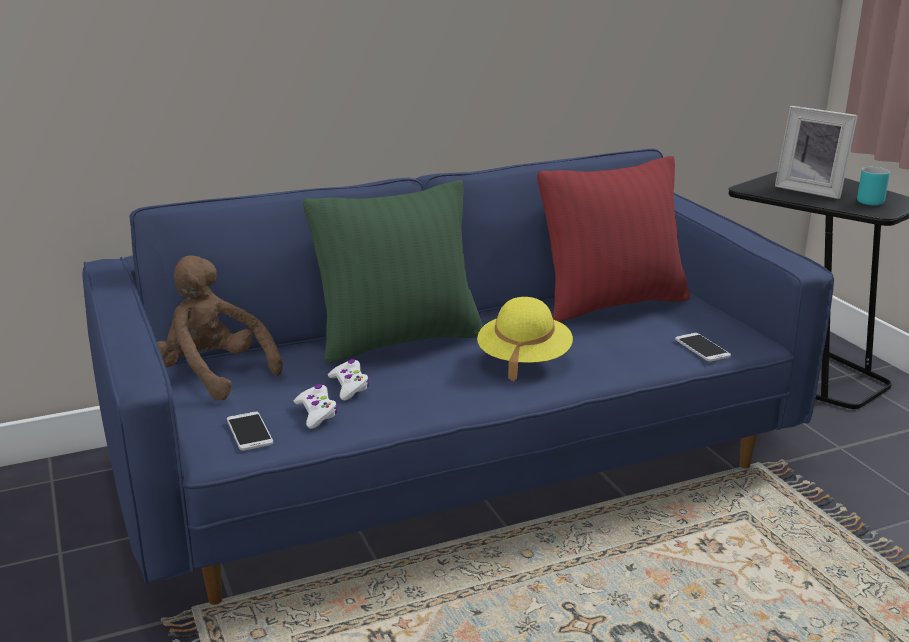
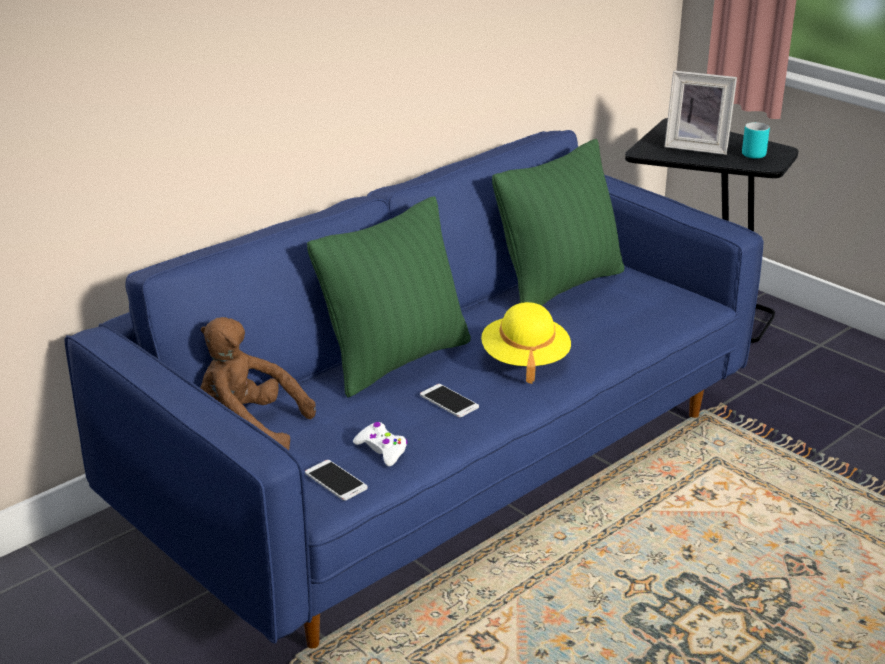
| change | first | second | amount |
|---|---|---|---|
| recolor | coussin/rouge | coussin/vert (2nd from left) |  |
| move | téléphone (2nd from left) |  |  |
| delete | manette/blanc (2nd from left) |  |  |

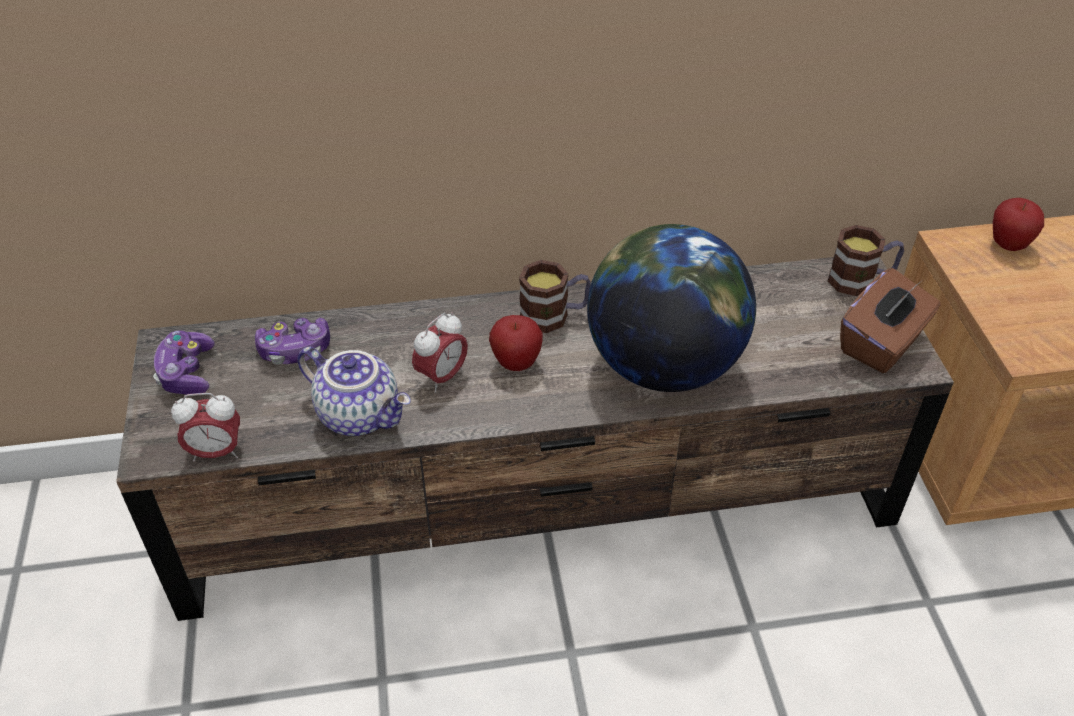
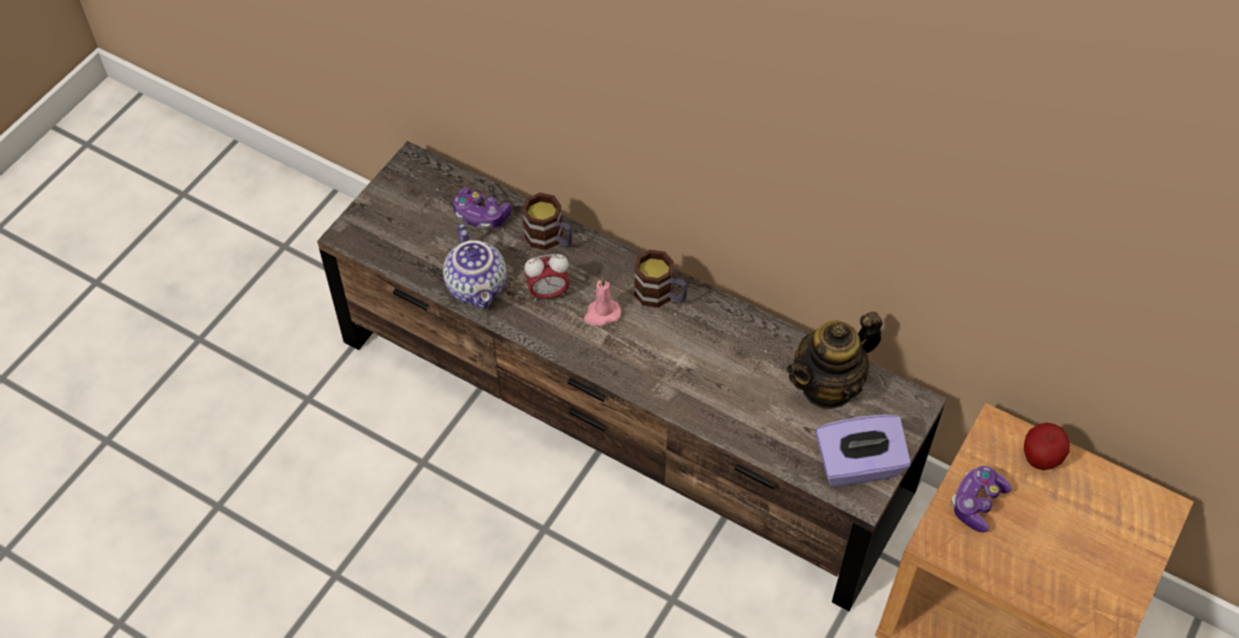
| change | first | second | amount |
|---|---|---|---|
| delete | globe |  |  |
| move | mug (2nd from left in the first image) | mug (1st from left) |  |
| recolor | boîte à mouchoirs/marron | boîte à mouchoirs/violet |  |
| replace | pomme (1st from left) | bougie/rose |  |
| move | manette (1st from left in the first image) | manette (2nd from left) |  |
| delete | réveil (1st from left) |  |  |
| insert |  | théière (2nd from left) |  |

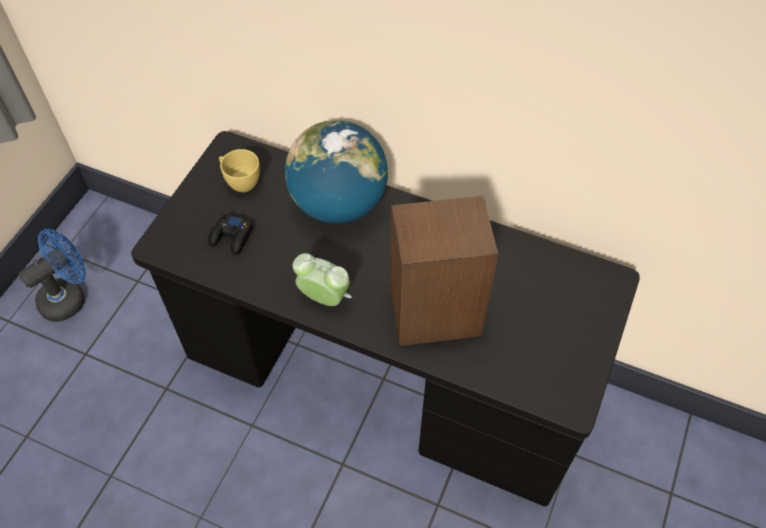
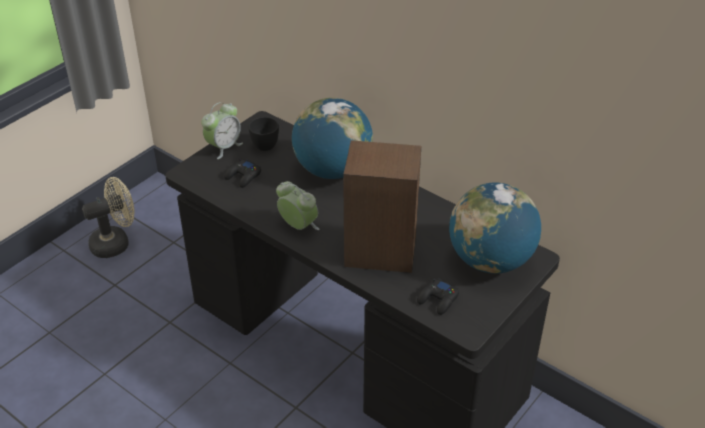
| change | first | second | amount |
|---|---|---|---|
| recolor | tasse/jaune | tasse/noir |  |
| recolor | ventilateur/bleu | ventilateur/beige |  |
| insert |  | réveil (1st from left) |  |
| insert |  | globe (2nd from left) |  |
| insert |  | manette/noir (2nd from left) |  |

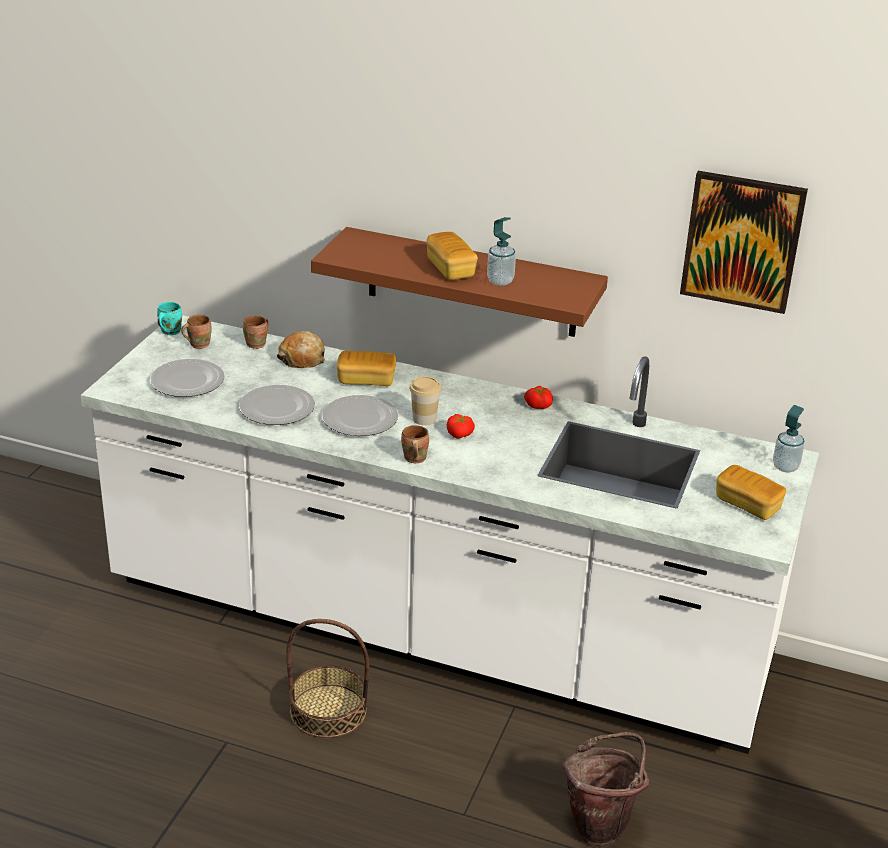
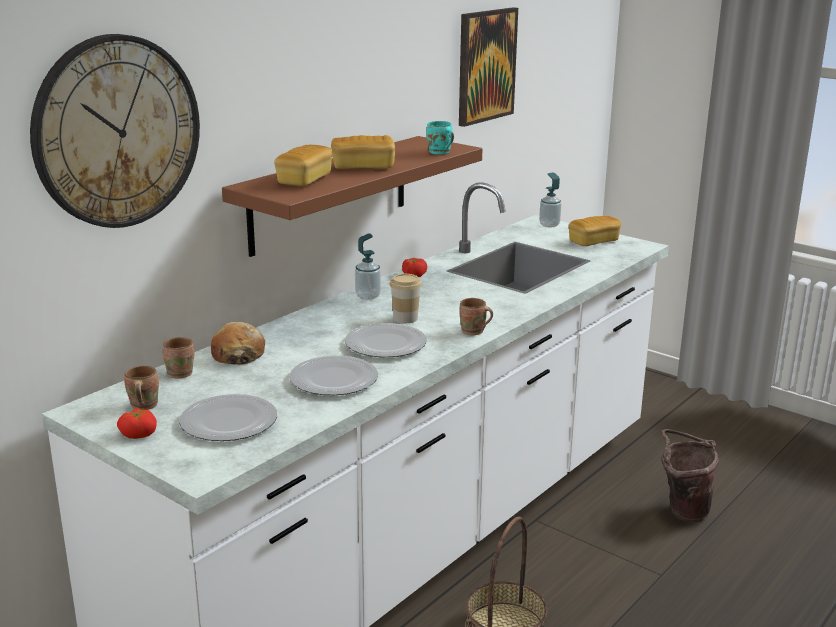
| change | first | second | amount |
|---|---|---|---|
| move | distributeur de savon (1st from left) |  |  |
| move | mug/turquoise |  |  |
| move | pain (2nd from left) |  |  |
| move | tomate (1st from left) |  |  |
| insert |  | horloge murale |  |

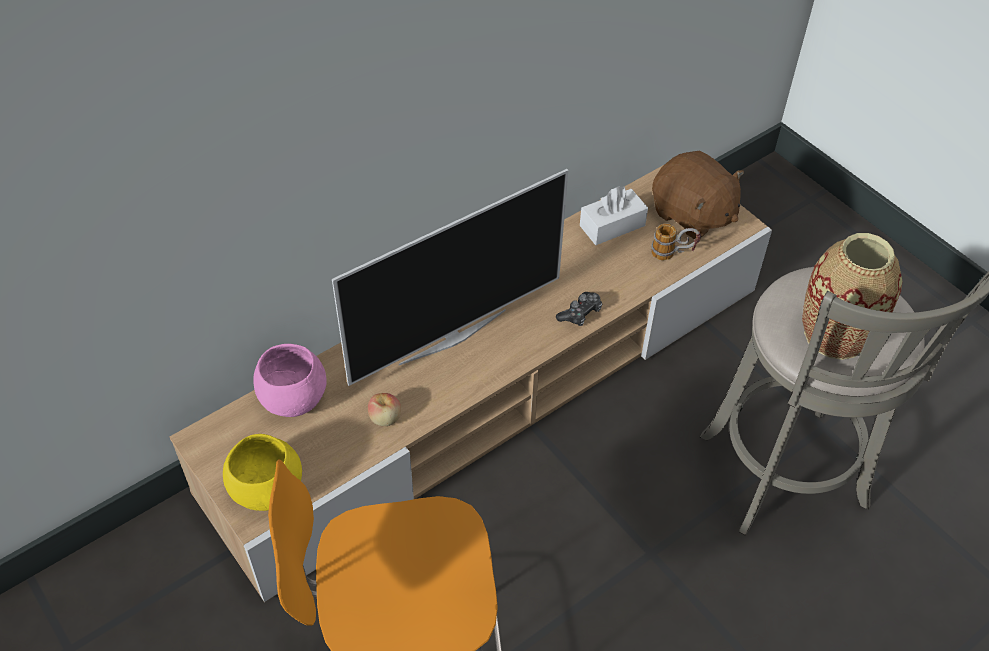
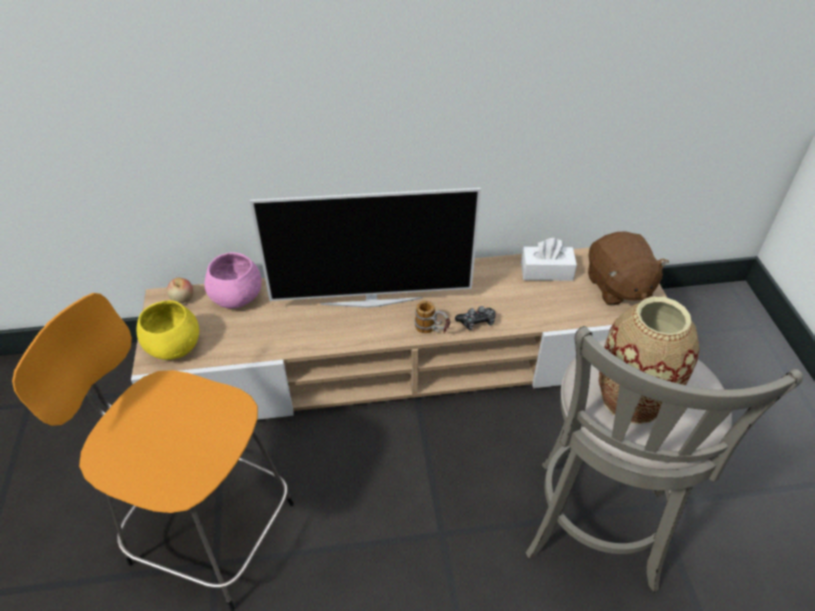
| change | first | second | amount |
|---|---|---|---|
| move | mug |  |  |
| move | pomme |  |  |

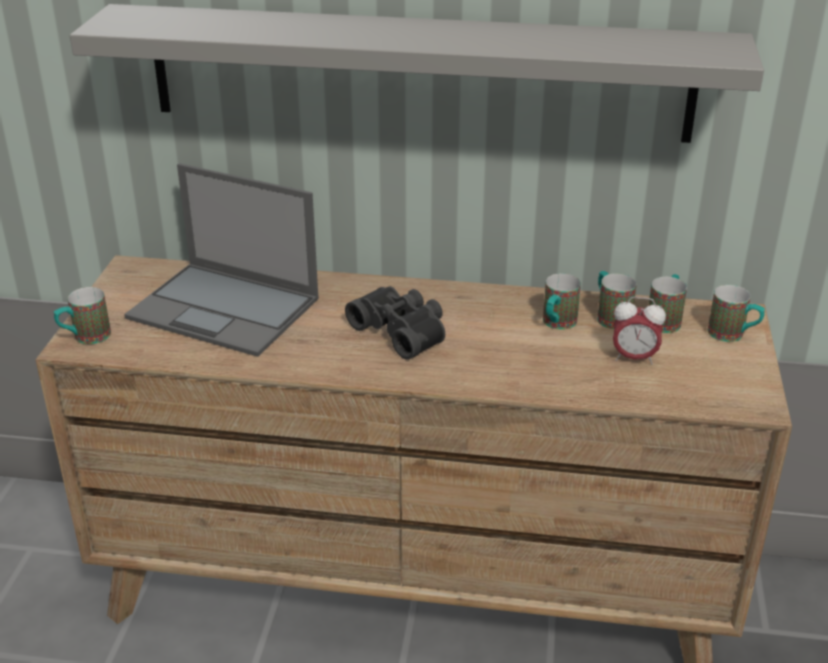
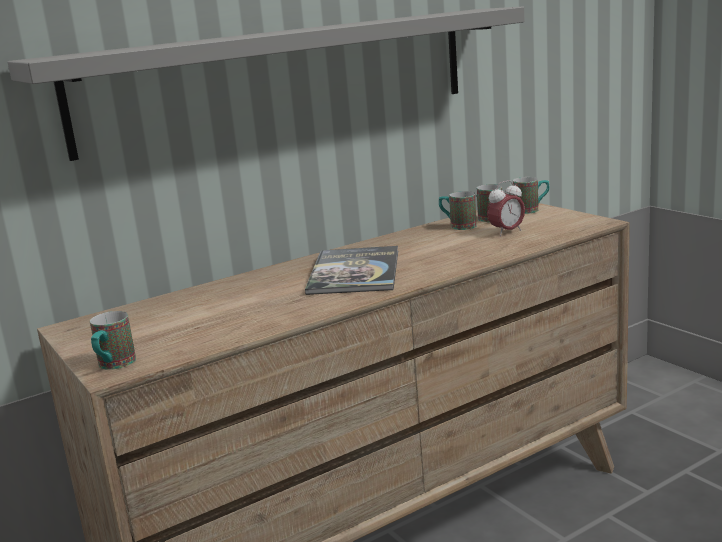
| change | first | second | amount |
|---|---|---|---|
| delete | ordinateur portable |  |  |
| delete | mug (2nd from left) |  |  |
| replace | jumelles/noir | livre |  |

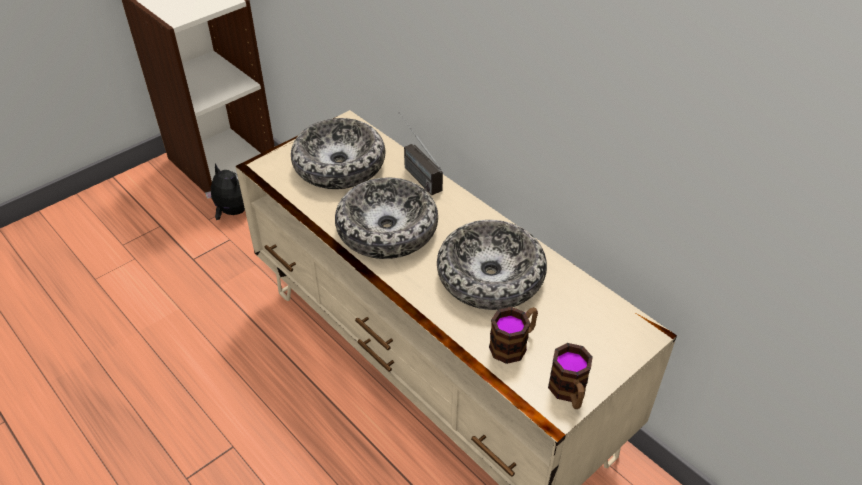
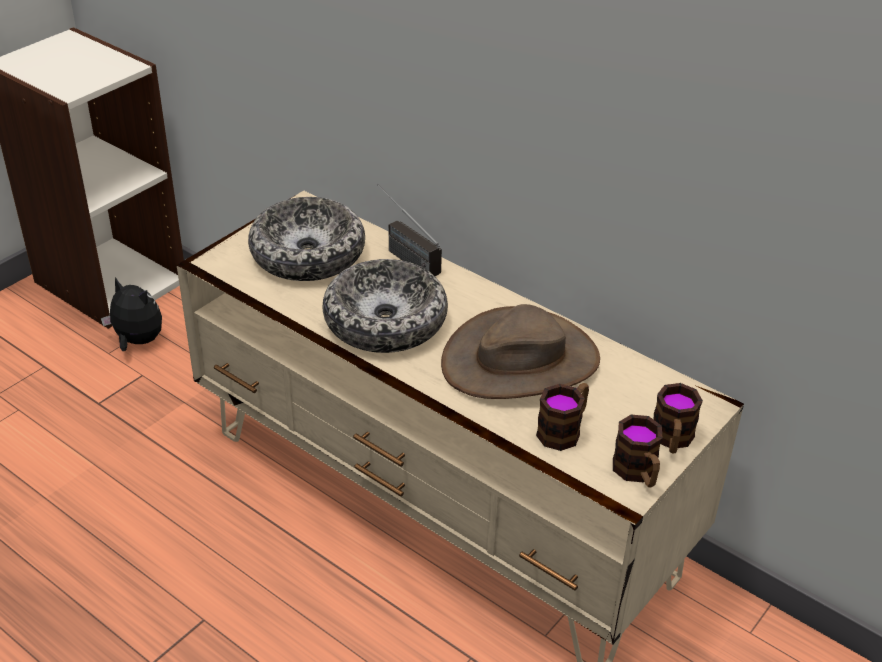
| change | first | second | amount |
|---|---|---|---|
| replace | bol (3rd from left) | chapeau/marron |  |
| insert |  | mug (3rd from left) |  |

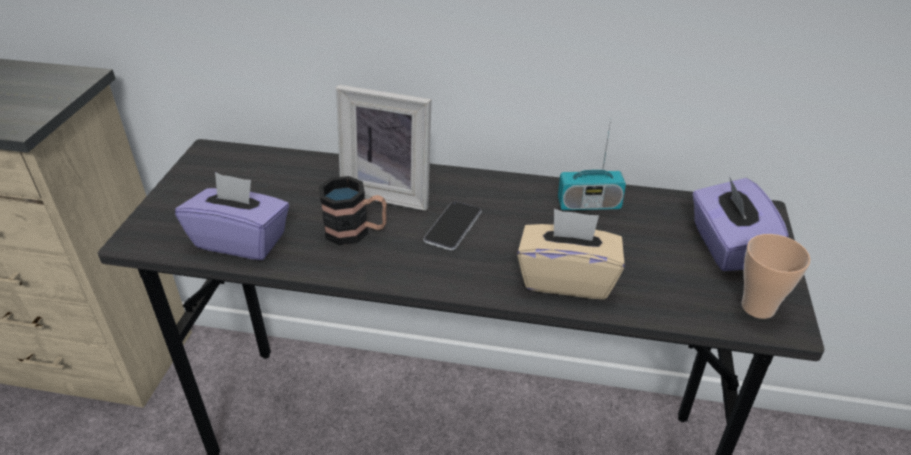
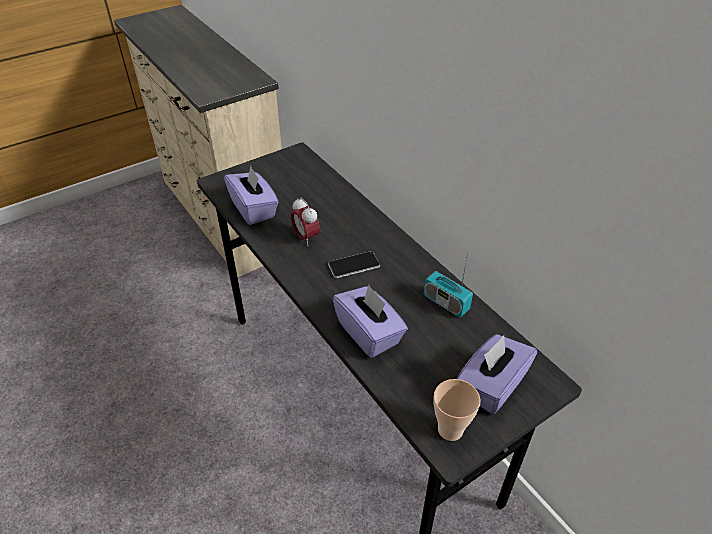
| change | first | second | amount |
|---|---|---|---|
| delete | cadre photo |  |  |
| replace | mug | réveil |  |
| recolor | boîte à mouchoirs/beige | boîte à mouchoirs/violet (2nd from left) |  |

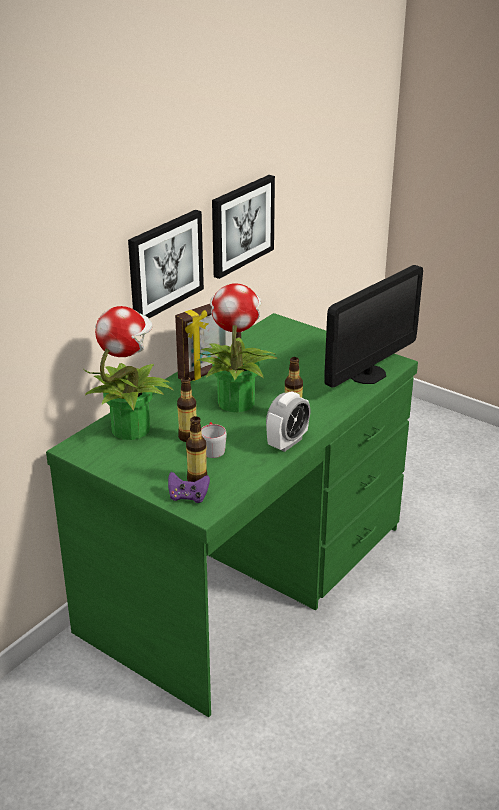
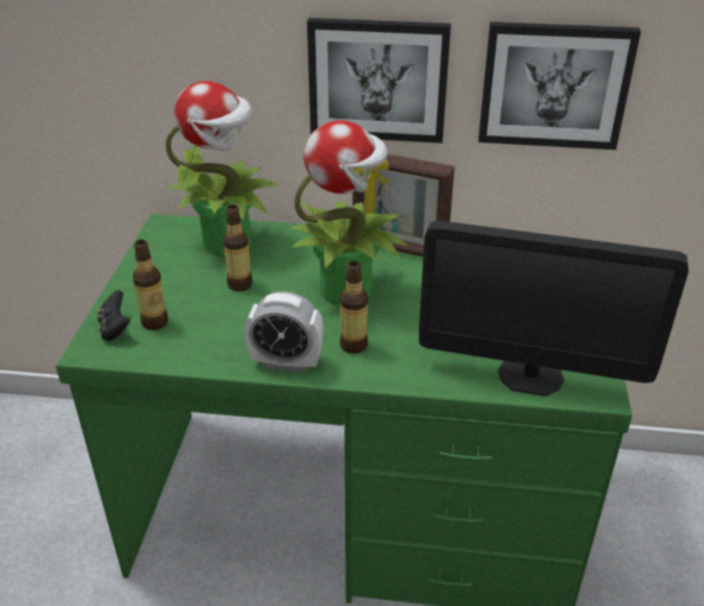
| change | first | second | amount |
|---|---|---|---|
| delete | mug/gris |  |  |
| recolor | manette/violet | manette/noir |  |

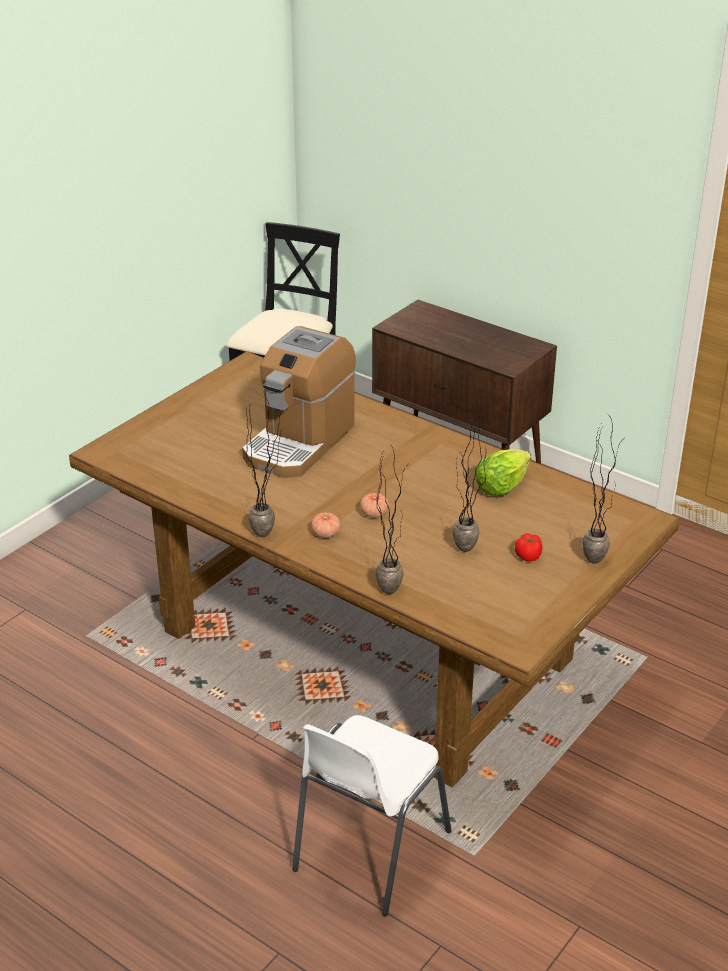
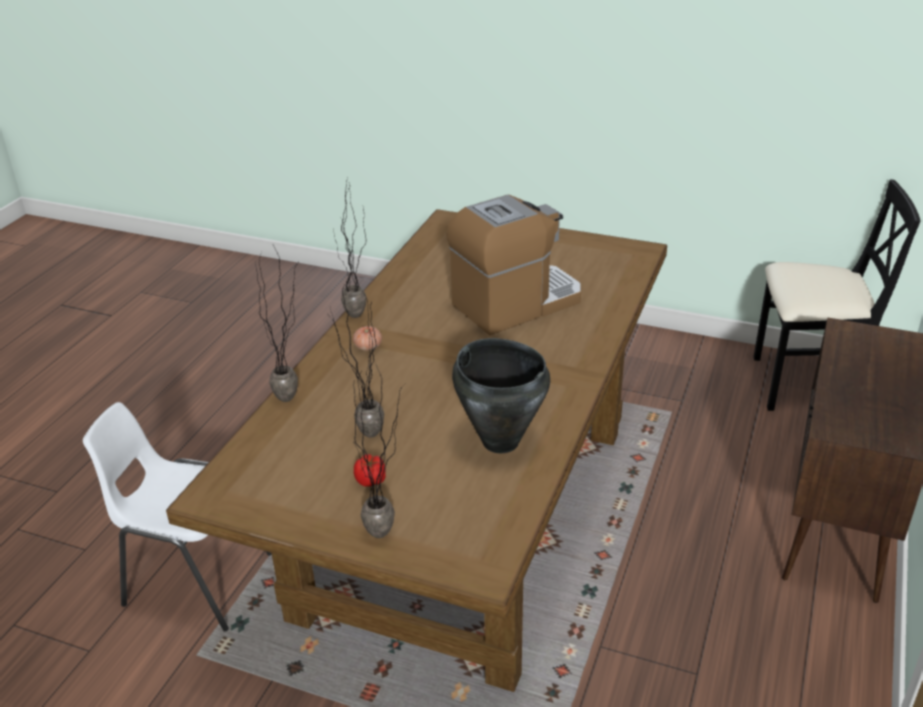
| change | first | second | amount |
|---|---|---|---|
| rotate | machine à café |  | 135 degrees clockwise |
| replace | laitue | marmite/noir |  |
| delete | tomate (2nd from left) |  |  |

